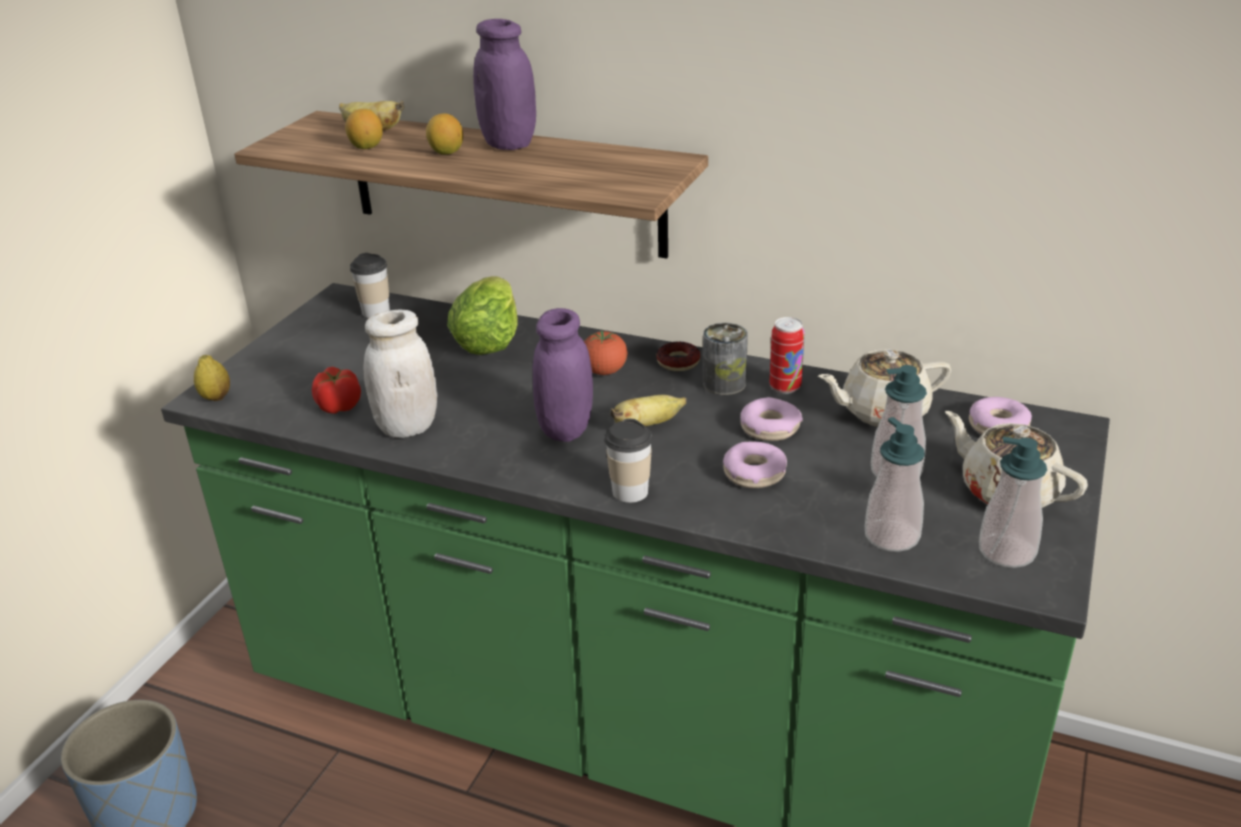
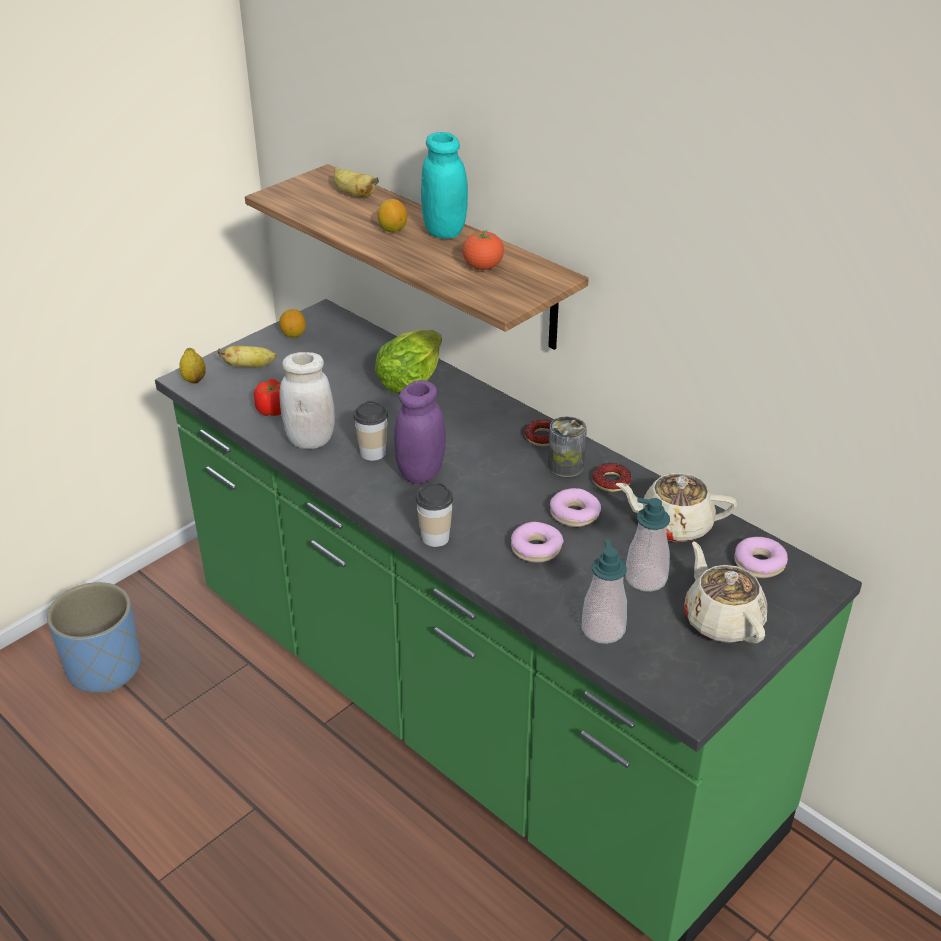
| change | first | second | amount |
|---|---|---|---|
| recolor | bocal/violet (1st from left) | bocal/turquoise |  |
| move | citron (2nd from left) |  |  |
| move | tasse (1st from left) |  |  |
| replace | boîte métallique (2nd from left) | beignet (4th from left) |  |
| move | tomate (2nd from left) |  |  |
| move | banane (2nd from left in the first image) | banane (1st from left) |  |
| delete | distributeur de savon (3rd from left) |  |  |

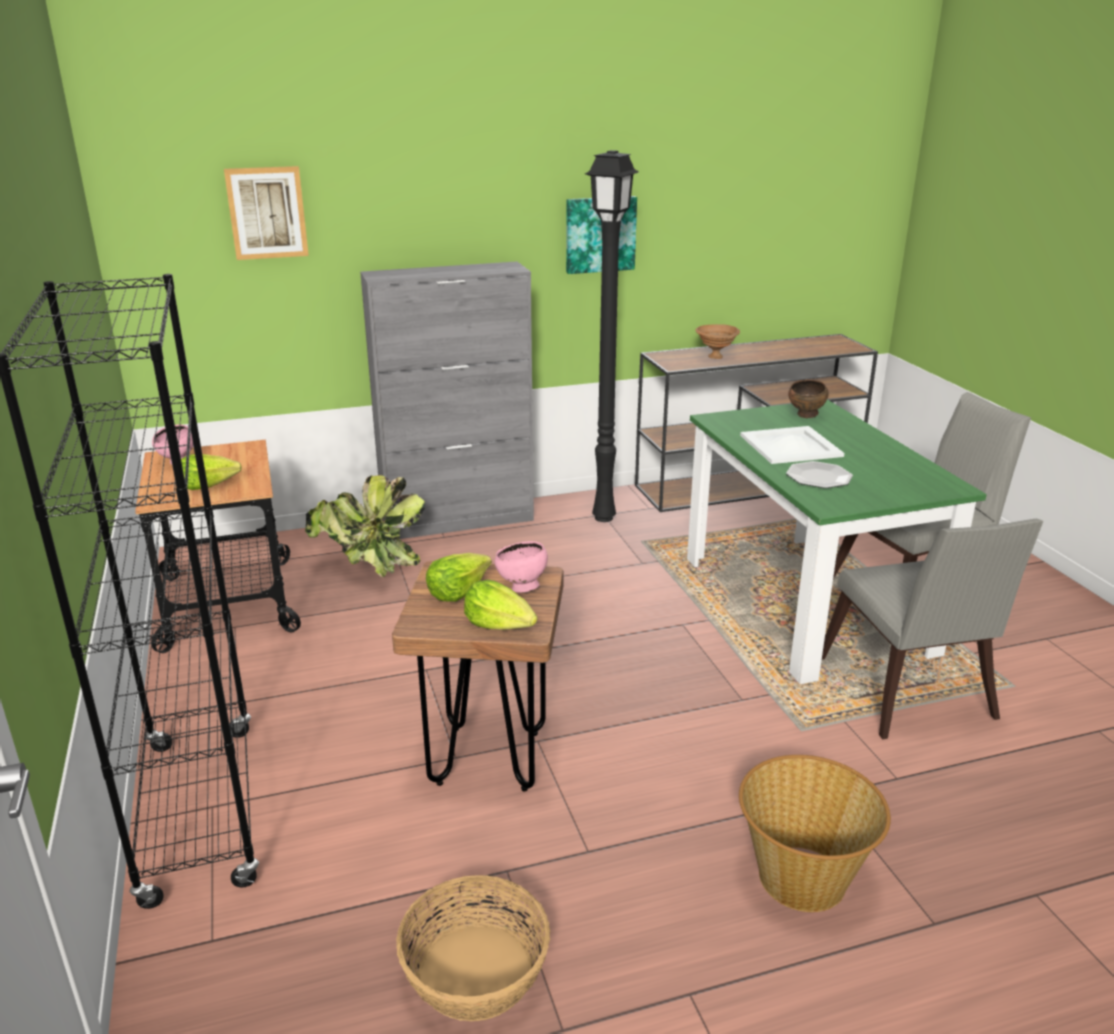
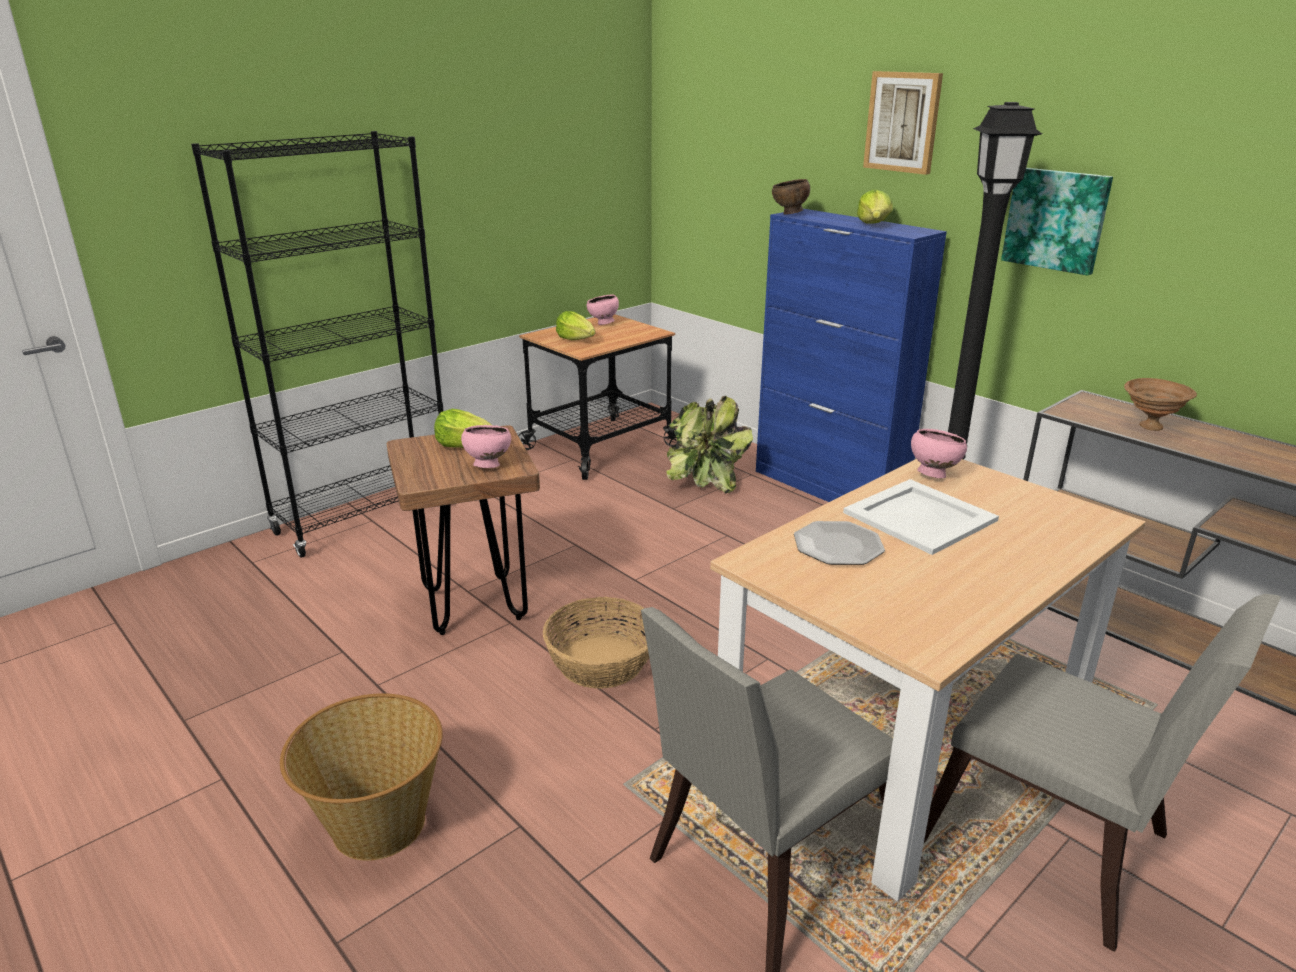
| change | first | second | amount |
|---|---|---|---|
| move | tableau (1st from left) |  |  |
| recolor | meuble de rangement/gris | meuble de rangement/bleu |  |
| move | bol/marron (2nd from left in the first image) | bol/marron (1st from left) |  |
| recolor | table à manger/vert | table à manger/beige |  |
| move | laitue (3rd from left) |  |  |
| move | panier (1st from left in the first image) | panier (2nd from left) |  |
| insert |  | bol/rose (3rd from left) |  |

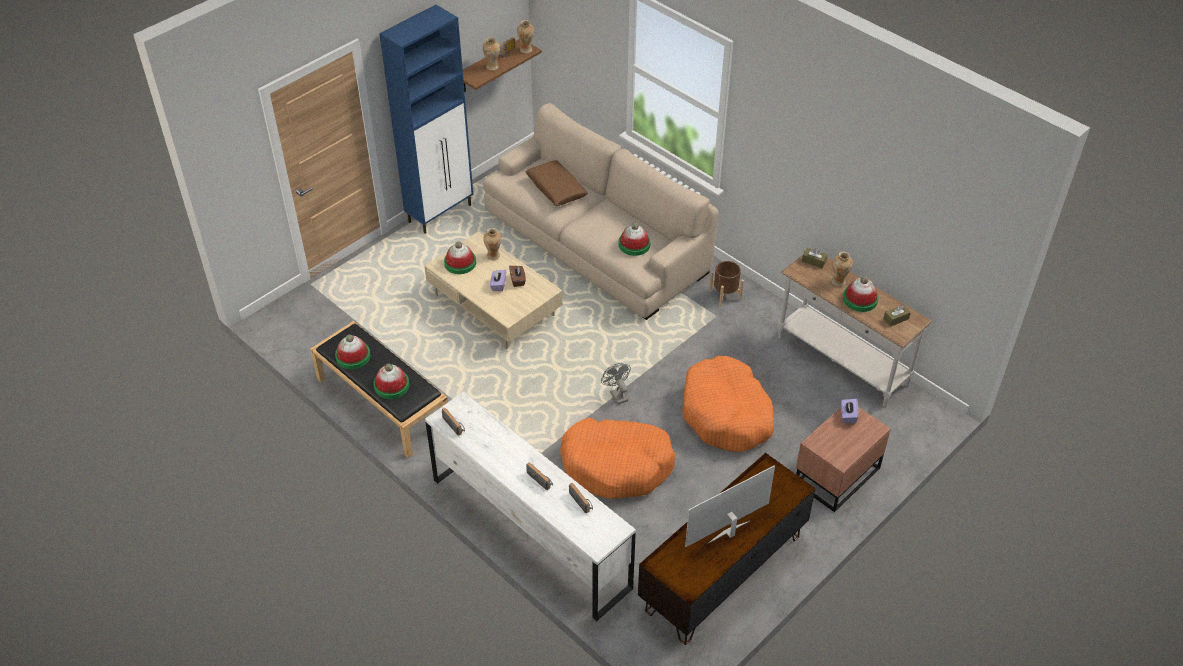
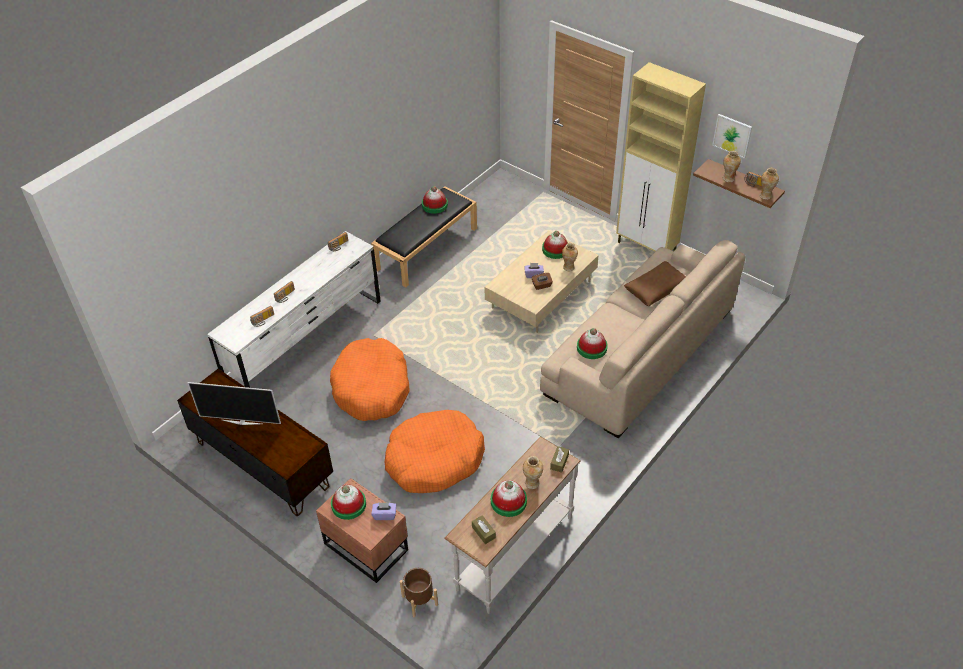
| change | first | second | amount |
|---|---|---|---|
| recolor | meuble de rangement/bleu | meuble de rangement/beige |  |
| move | cache-pot/marron |  |  |
| delete | ventilateur/gris |  |  |
| move | chapeau (2nd from left in the first image) | chapeau (1st from left) |  |
| rotate | téléviseur |  | 135 degrees clockwise |
| insert |  | tableau |  |

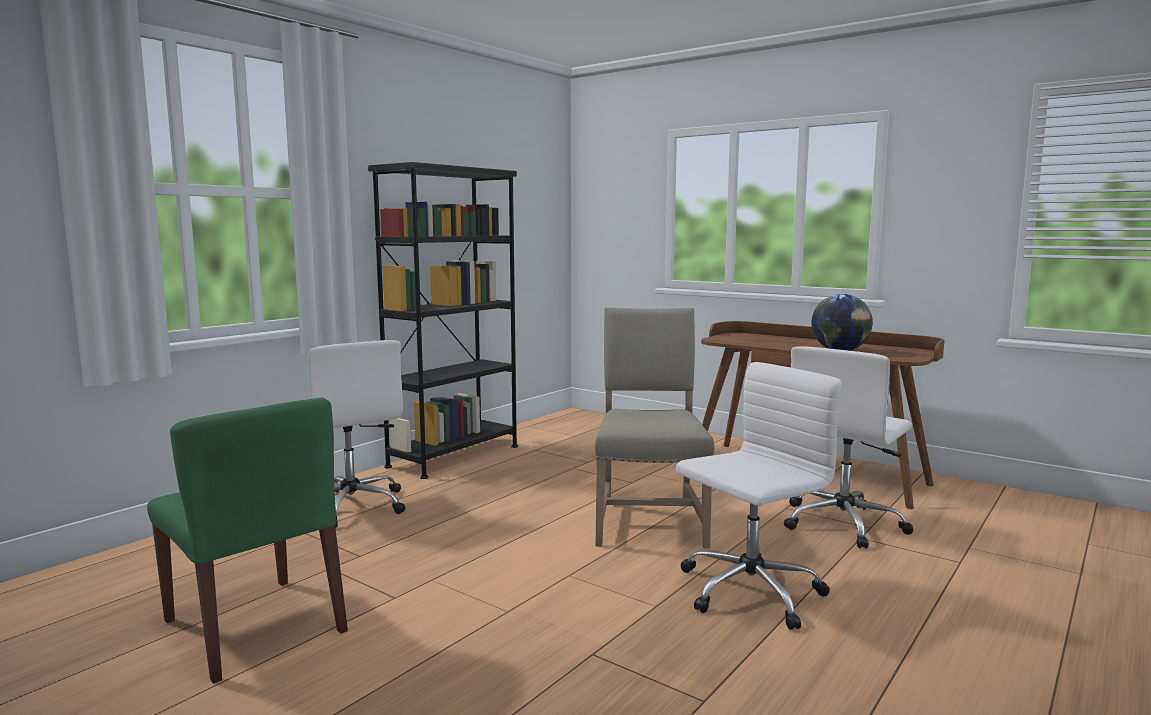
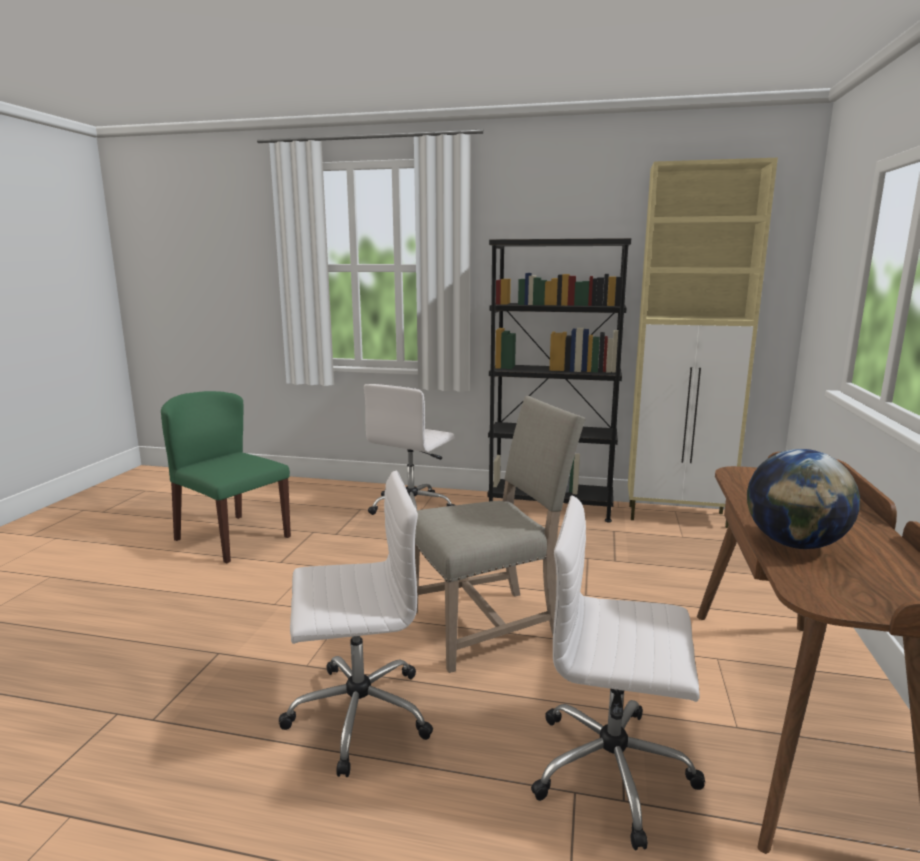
| change | first | second | amount |
|---|---|---|---|
| rotate | chaise de bureau/blanc (2nd from left in the first image) | chaise de bureau/blanc (1st from left) | 45 degrees counterclockwise |
| rotate | chaise/vert |  | 105 degrees clockwise |
| insert |  | meuble de rangement/beige |  |

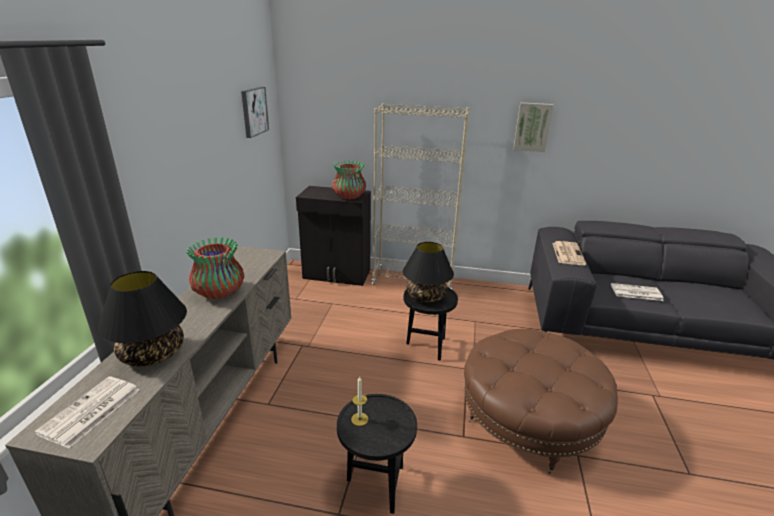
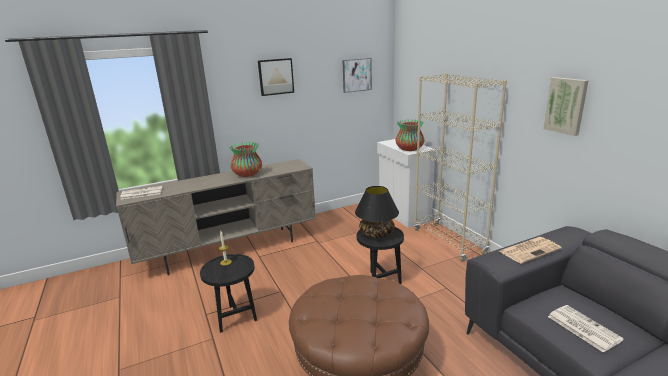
| change | first | second | amount |
|---|---|---|---|
| recolor | meuble de rangement/noir | meuble de rangement/blanc |  |
| delete | lampe de table/noir (1st from left) |  |  |
| insert |  | tableau (1st from left) |  |

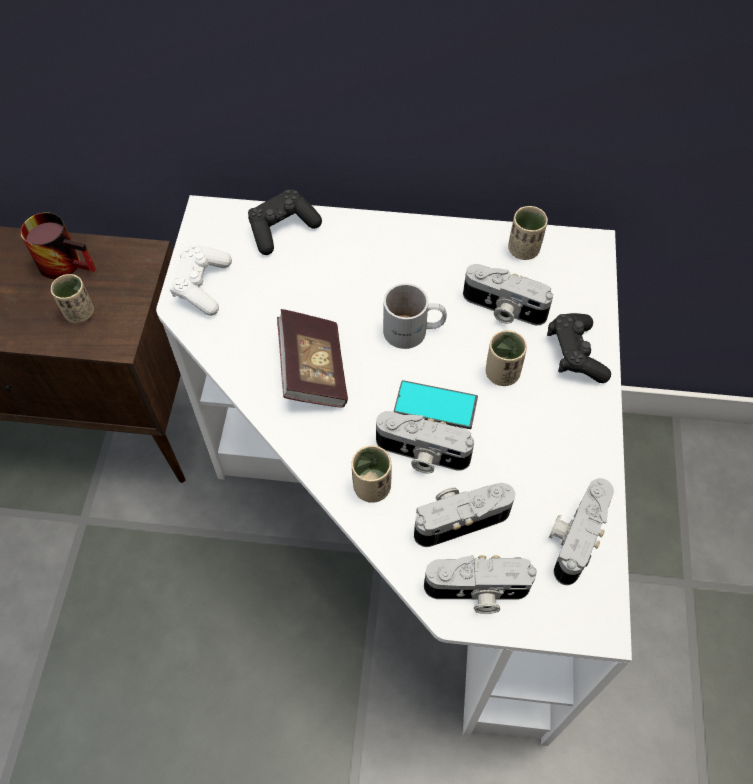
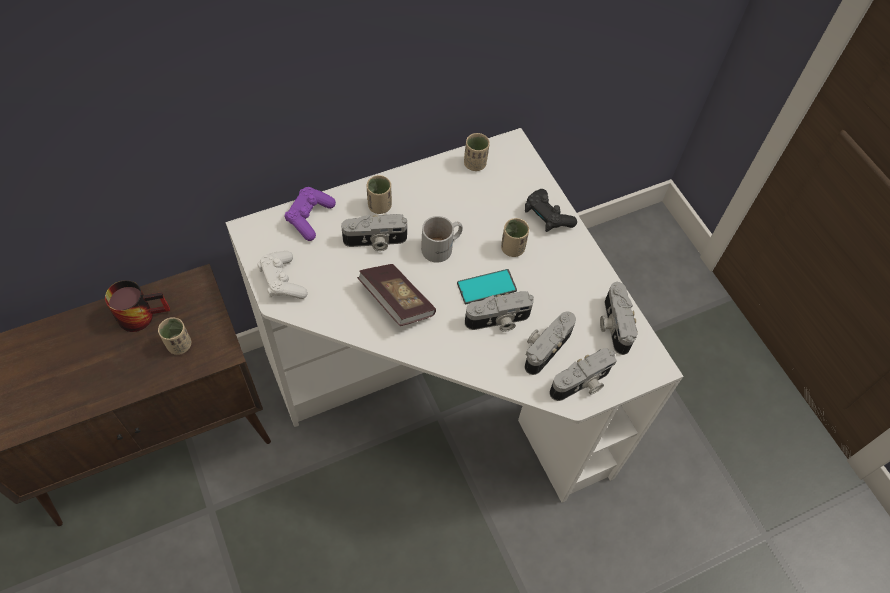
| change | first | second | amount |
|---|---|---|---|
| recolor | manette/noir (1st from left) | manette/violet |  |
| move | appareil photo (4th from left in the first image) | appareil photo (1st from left) |  |
| move | tasse/beige (2nd from left) |  |  |

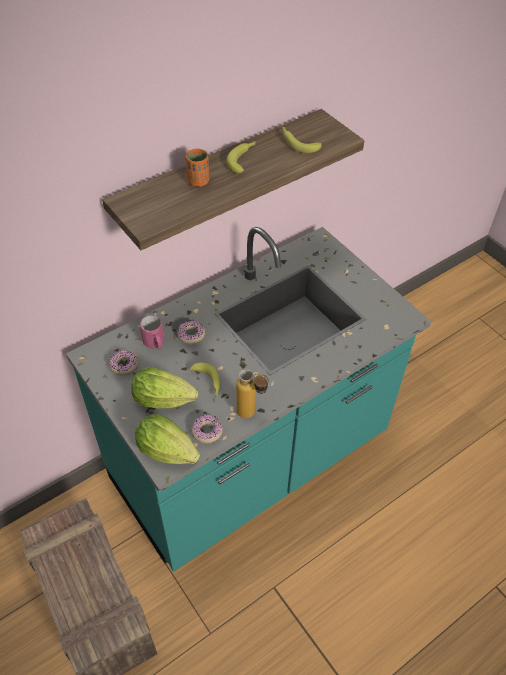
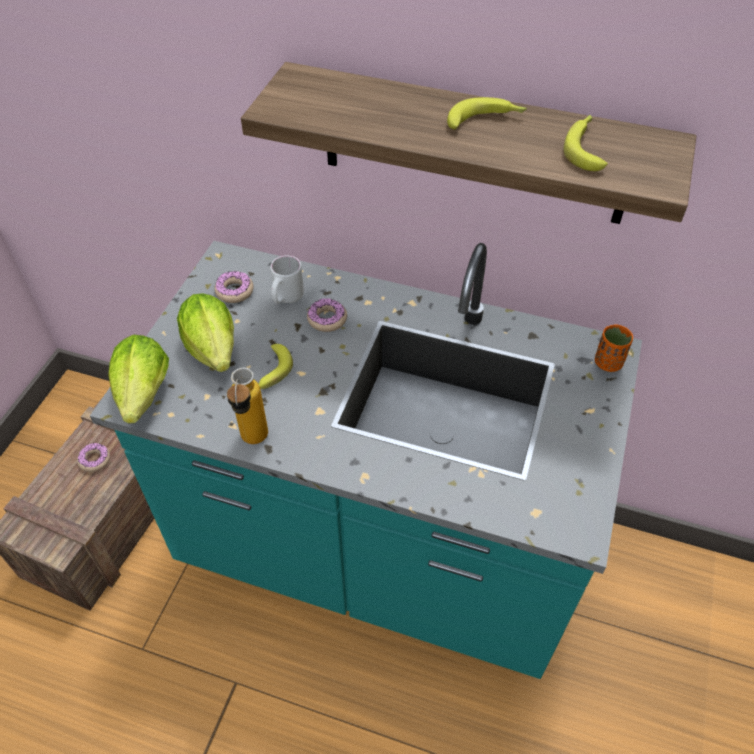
| change | first | second | amount |
|---|---|---|---|
| move | tasse/orange |  |  |
| recolor | mug/rose | mug/blanc |  |
| move | beignet (3rd from left in the first image) | beignet (1st from left) |  |

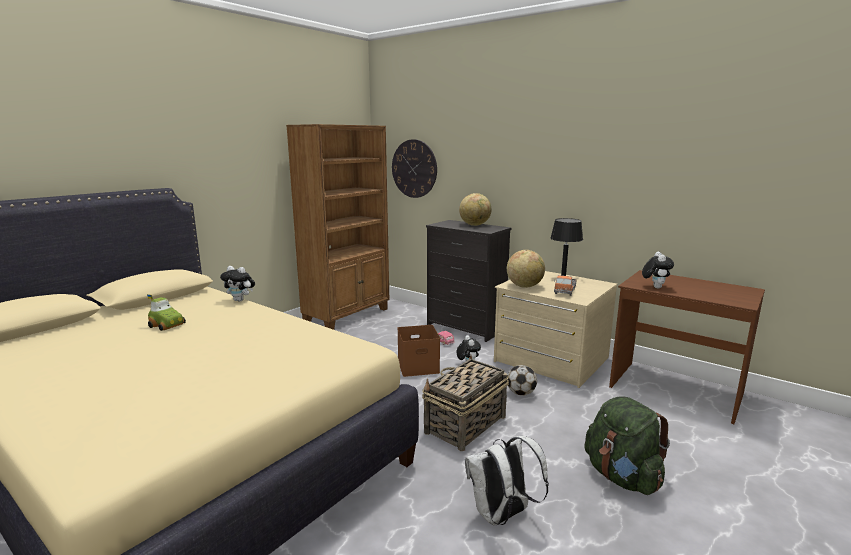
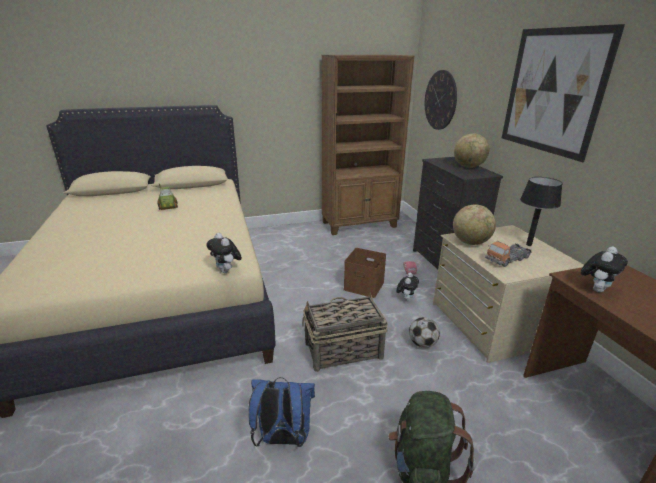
| change | first | second | amount |
|---|---|---|---|
| move | peluche (1st from left) |  |  |
| recolor | sac à dos/blanc | sac à dos/bleu |  |
| insert |  | tableau |  |

